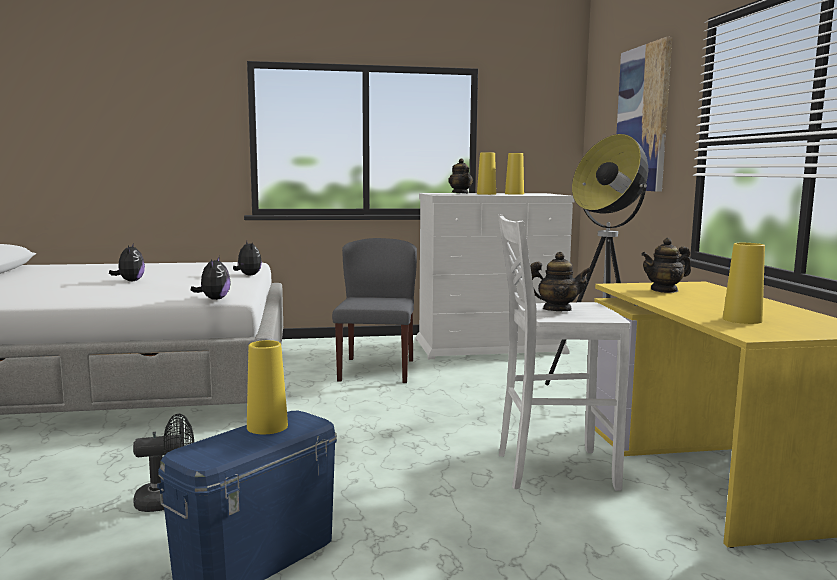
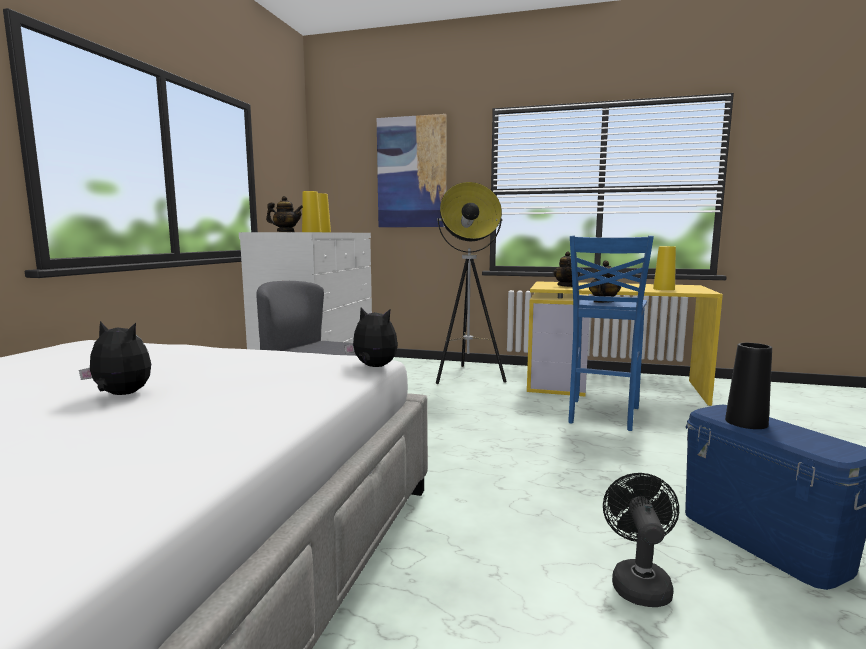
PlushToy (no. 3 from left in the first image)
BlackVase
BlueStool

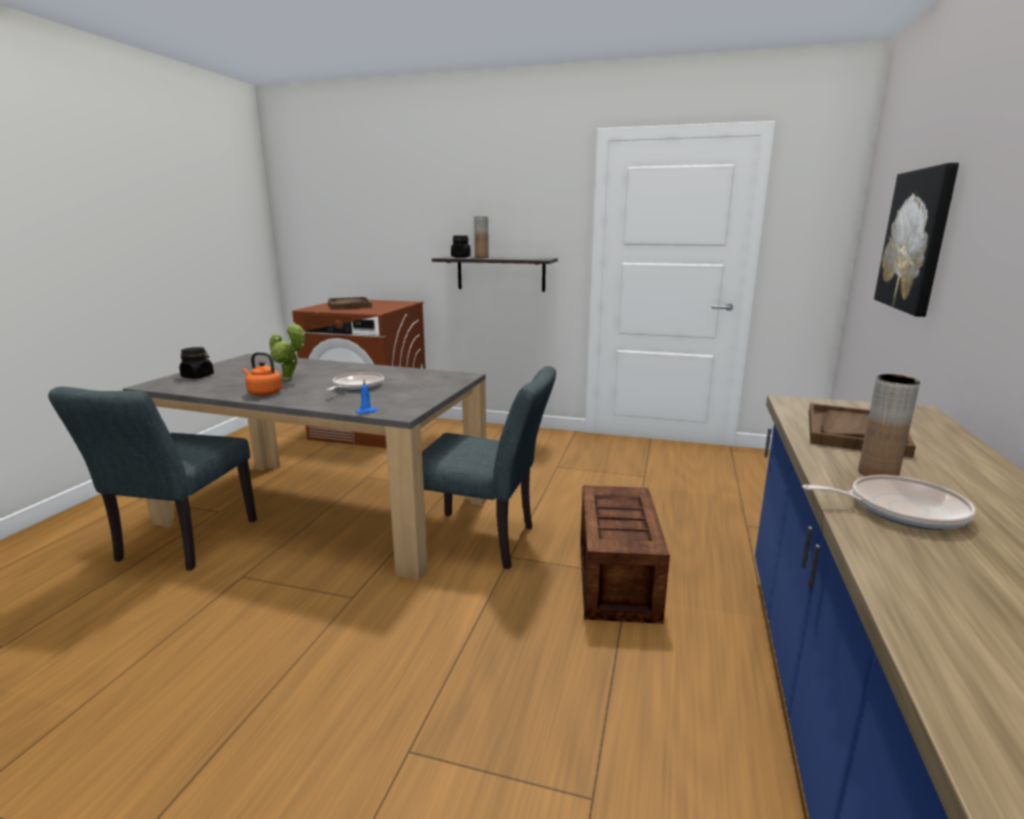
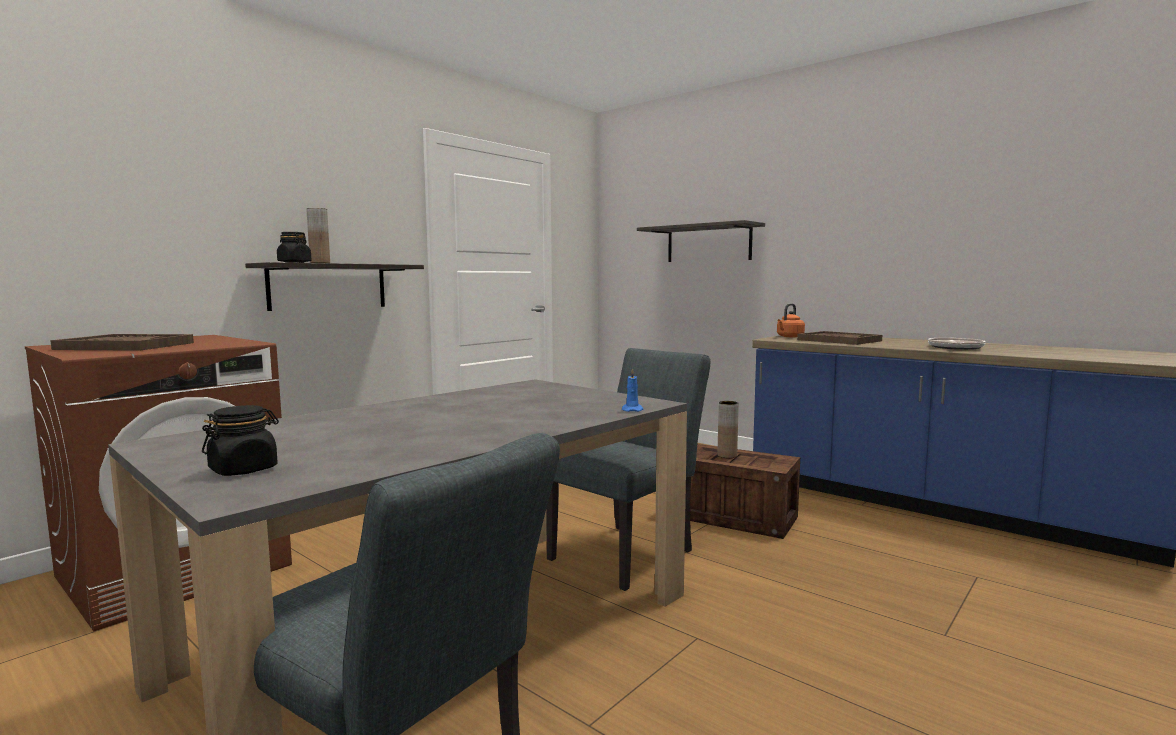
PottedPlant
FryingPan (no. 1 from left in the first image)
OrangeKettle
BrownVase (no. 2 from left)
Shelf (no. 2 from left)

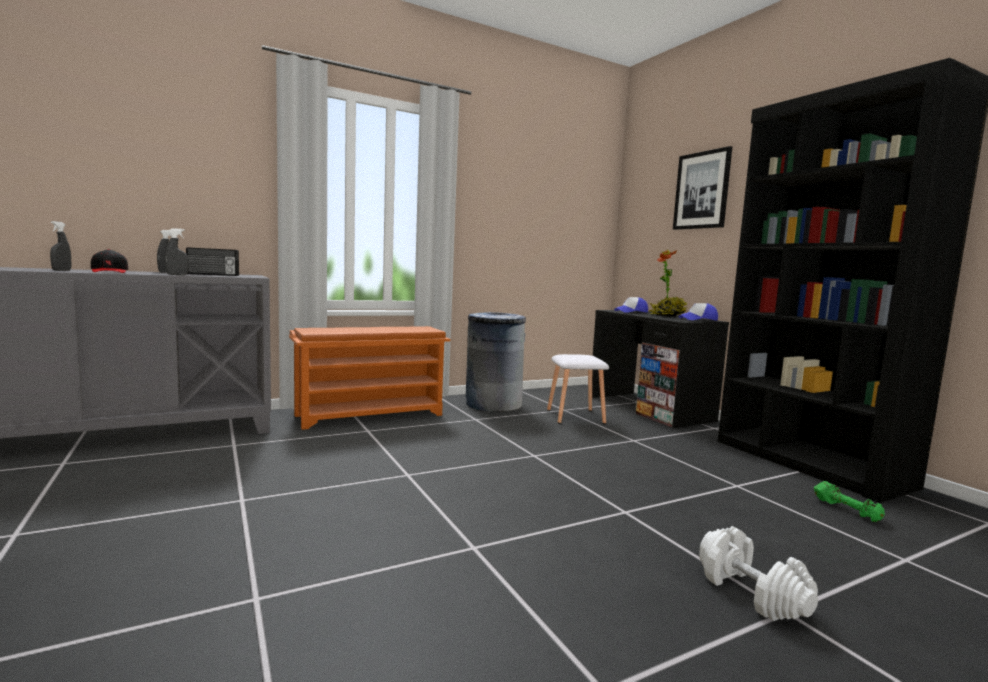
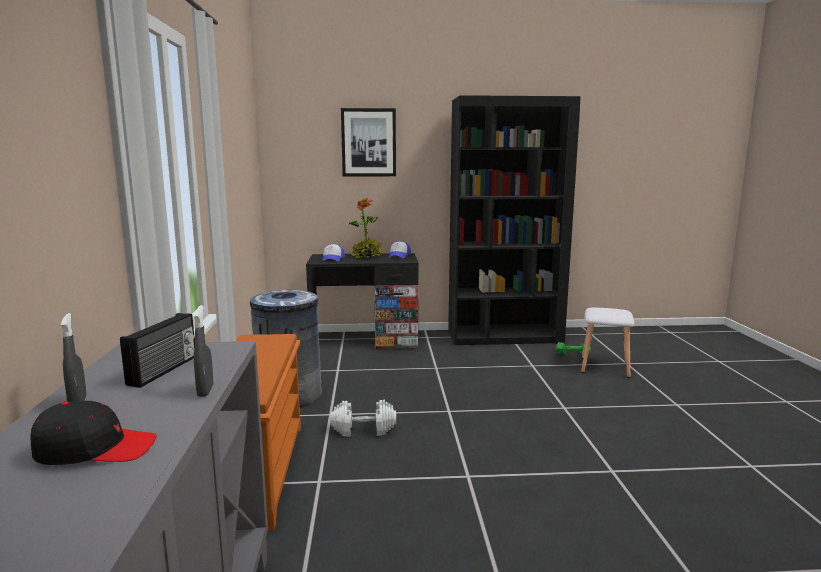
GreySprayBottle (no. 1 from left in the first image)
WhiteStool
WhiteDumbbell

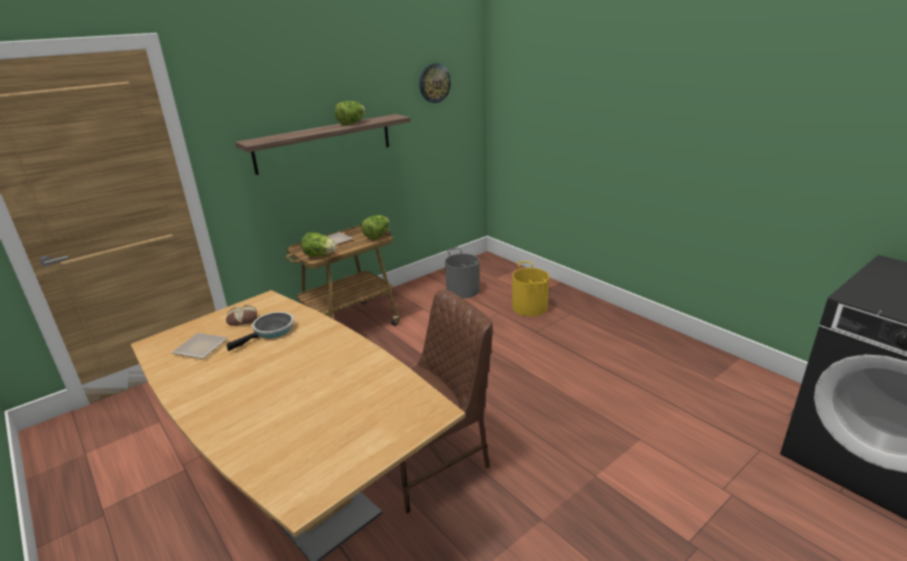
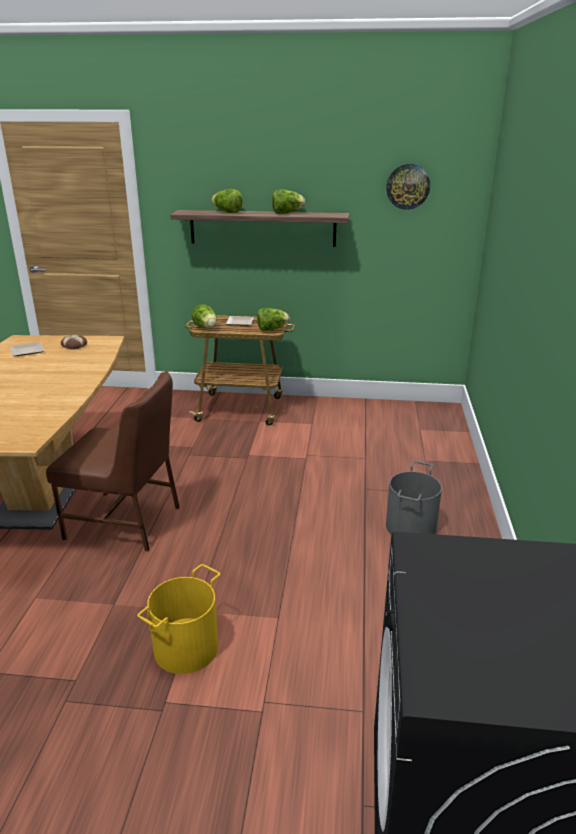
FryingPan
Lettuce (no. 2 from left)
GreyBucket
YellowBucket

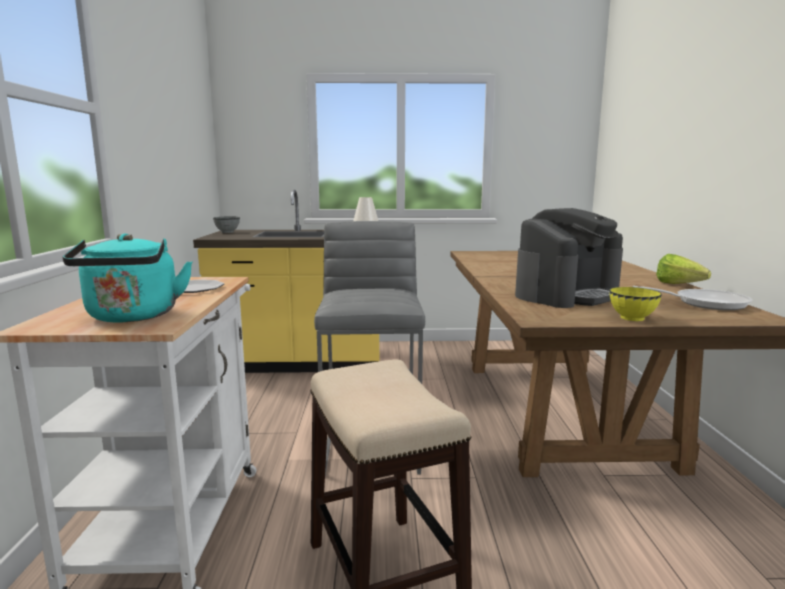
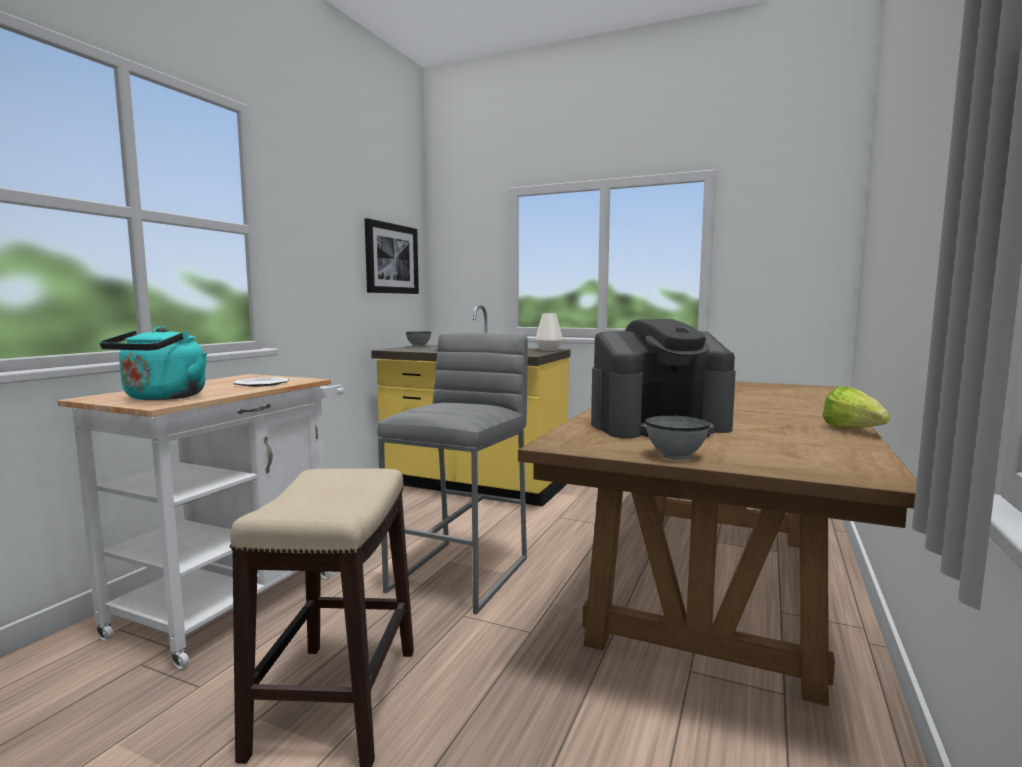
FryingPan
Picture
GreyBowl (no. 2 from left)

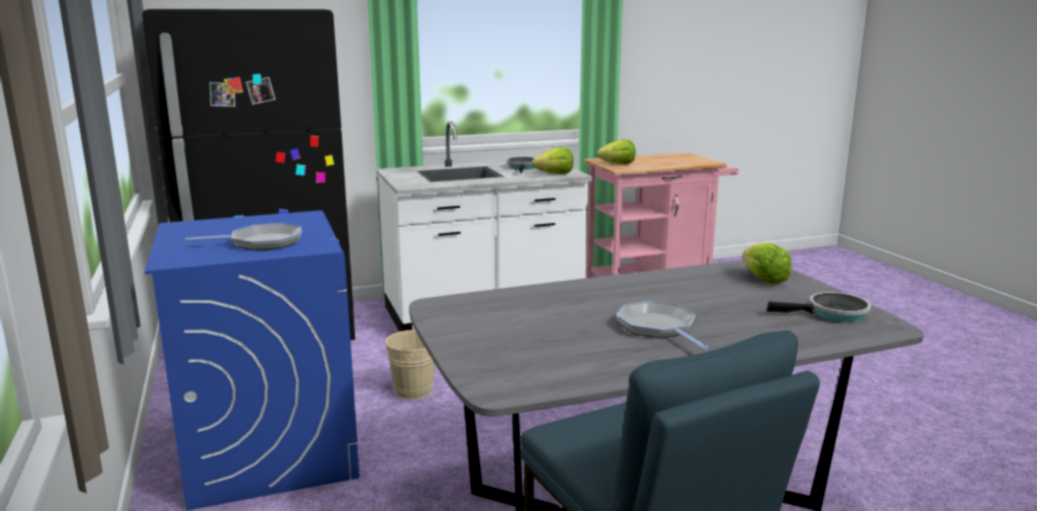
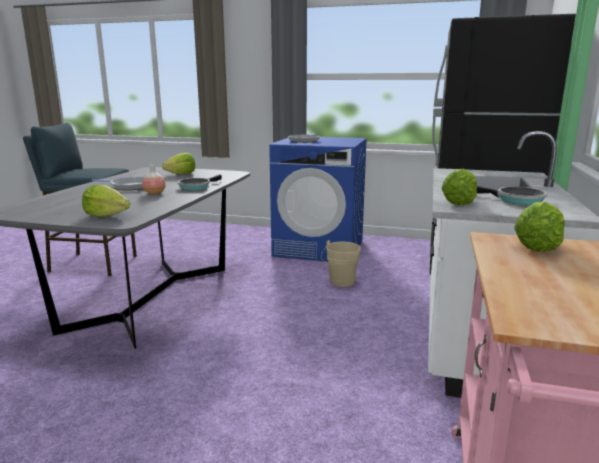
Vase
Lettuce (no. 2 from left)
FryingPan (no. 2 from left)

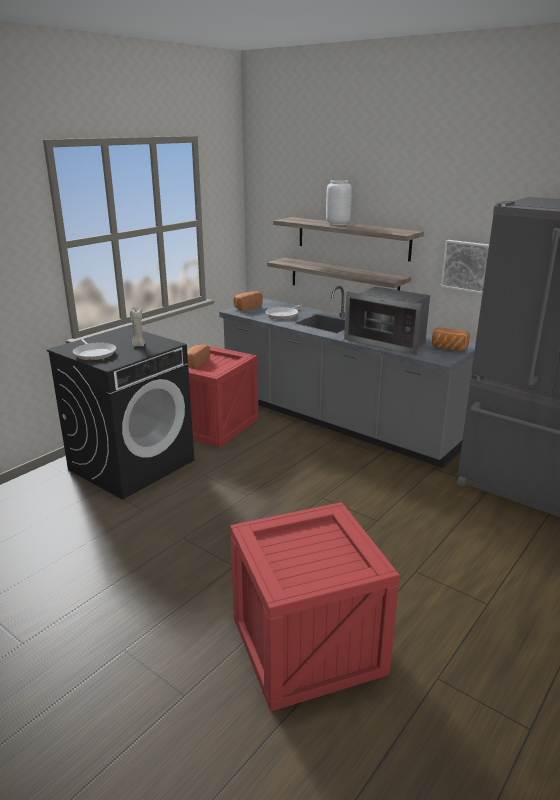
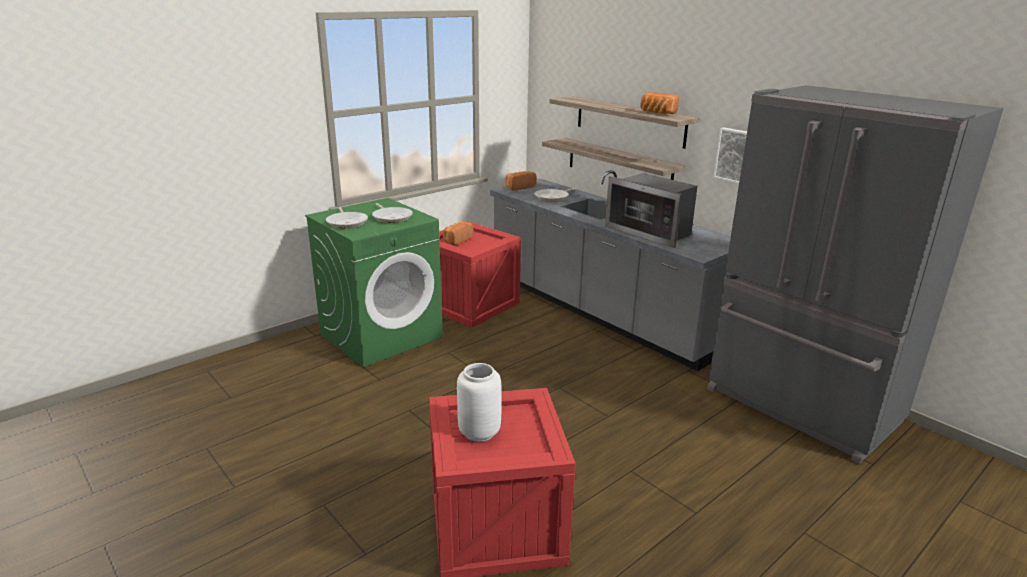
WhiteVase
Bread (no. 3 from left)
FryingPan (no. 2 from left)
GreenWashingMachine

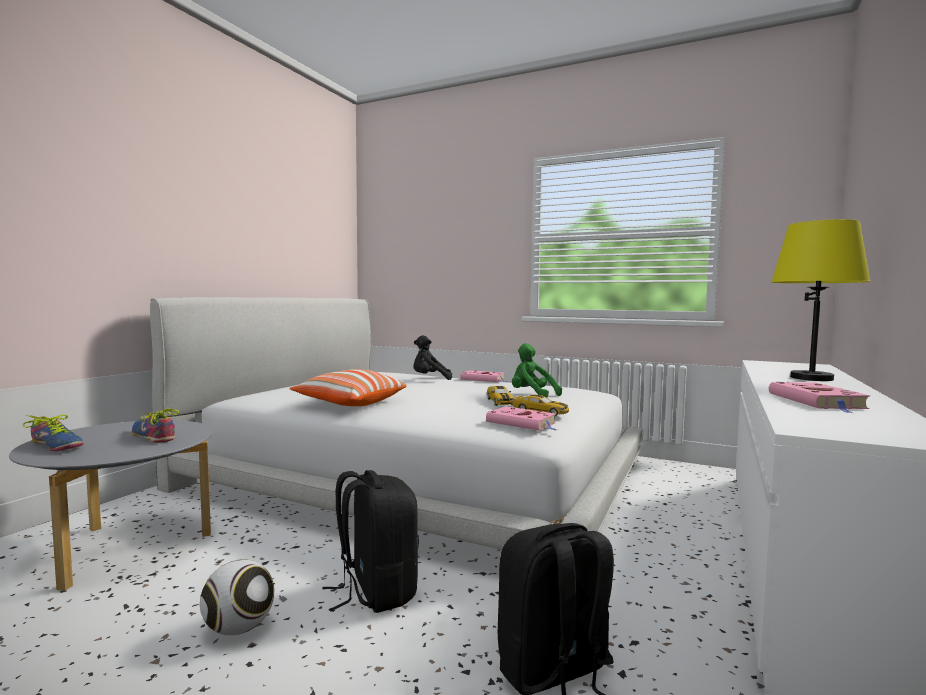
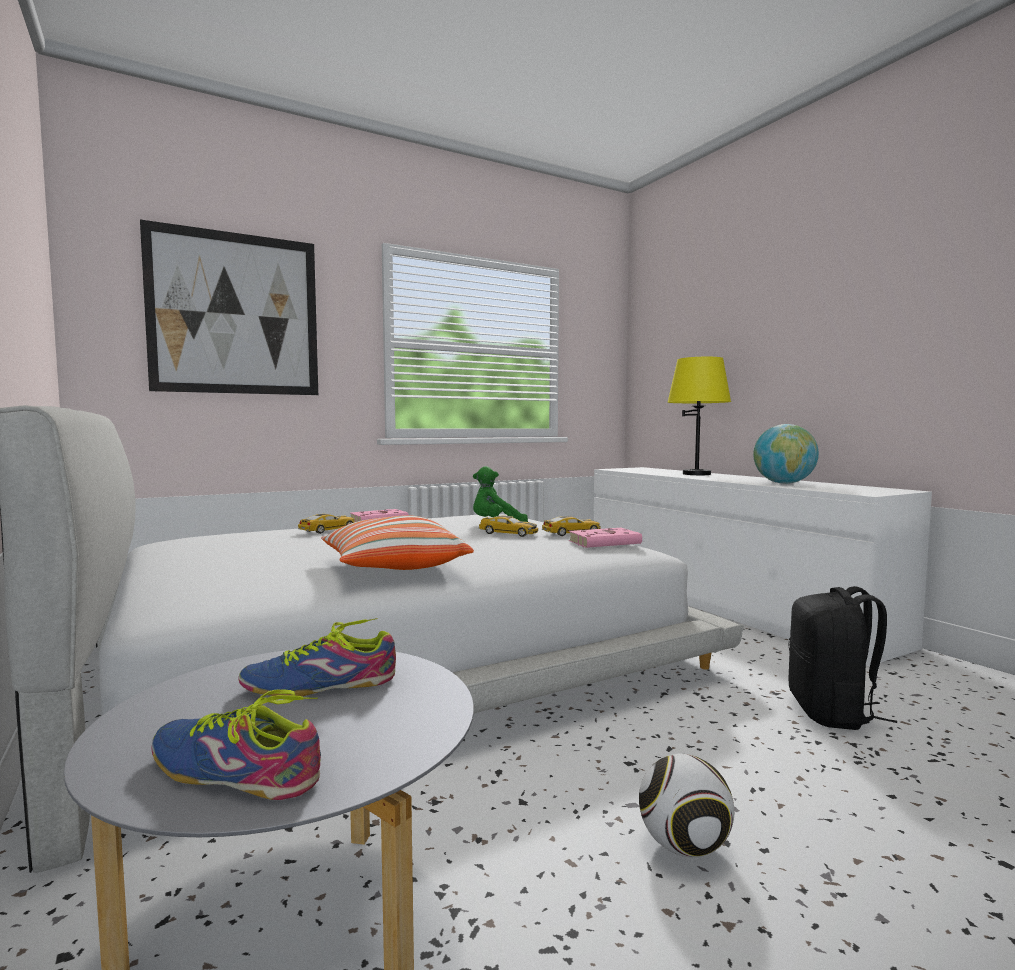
BlackBackpack (no. 1 from left in the first image)
Picture
ToyCar (no. 1 from left)
Globe
Shoe (no. 1 from left)

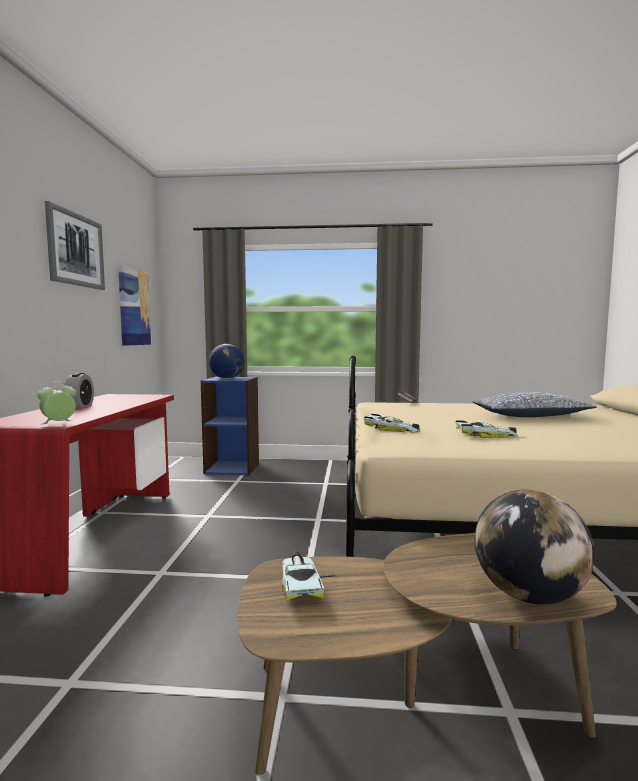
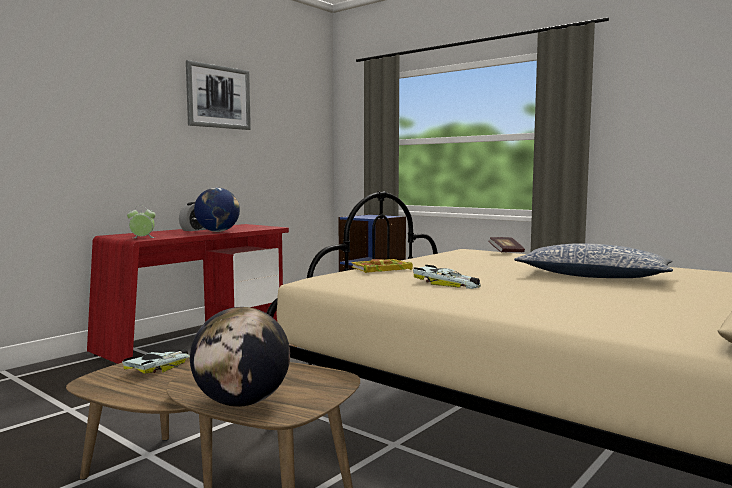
Picture (no. 2 from left in the first image)
Globe (no. 1 from left)
Book (no. 1 from left)

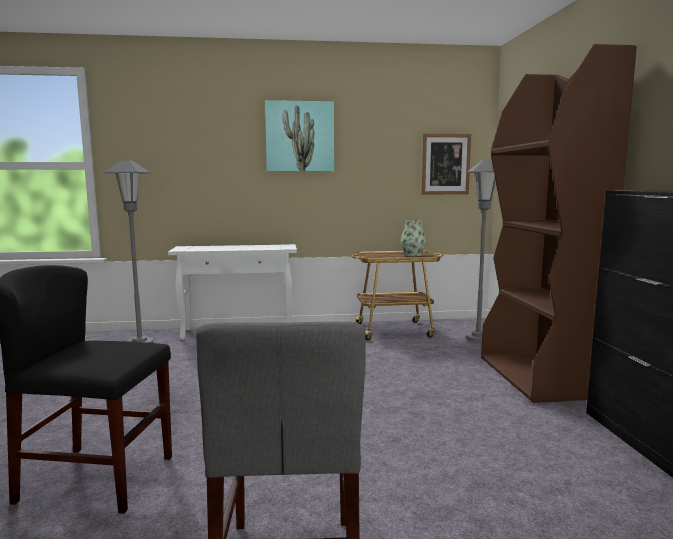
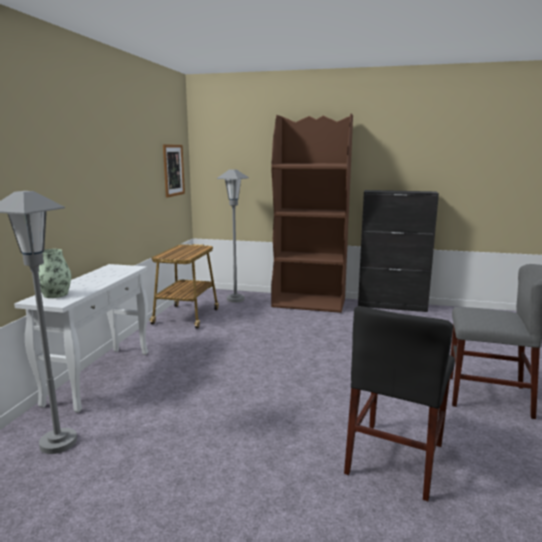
Picture (no. 1 from left in the first image)
Vase

